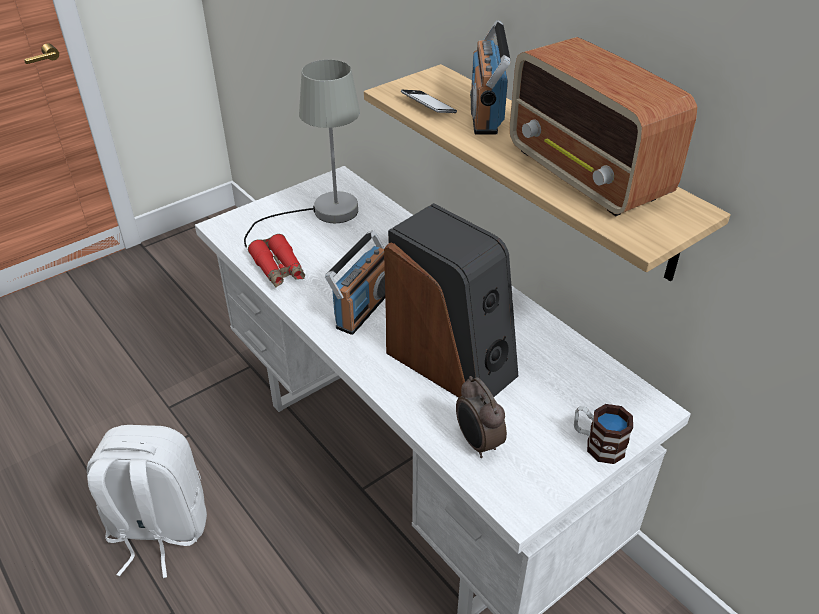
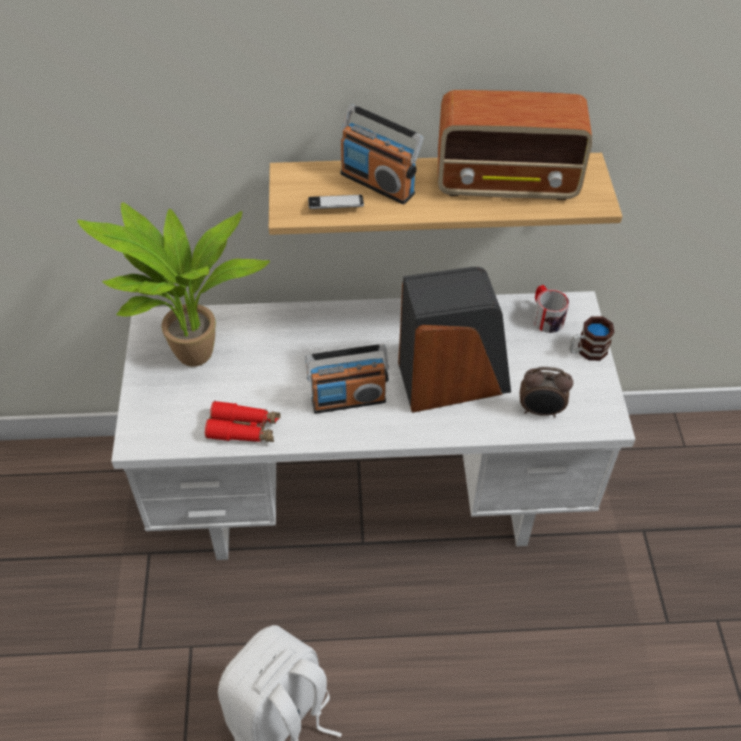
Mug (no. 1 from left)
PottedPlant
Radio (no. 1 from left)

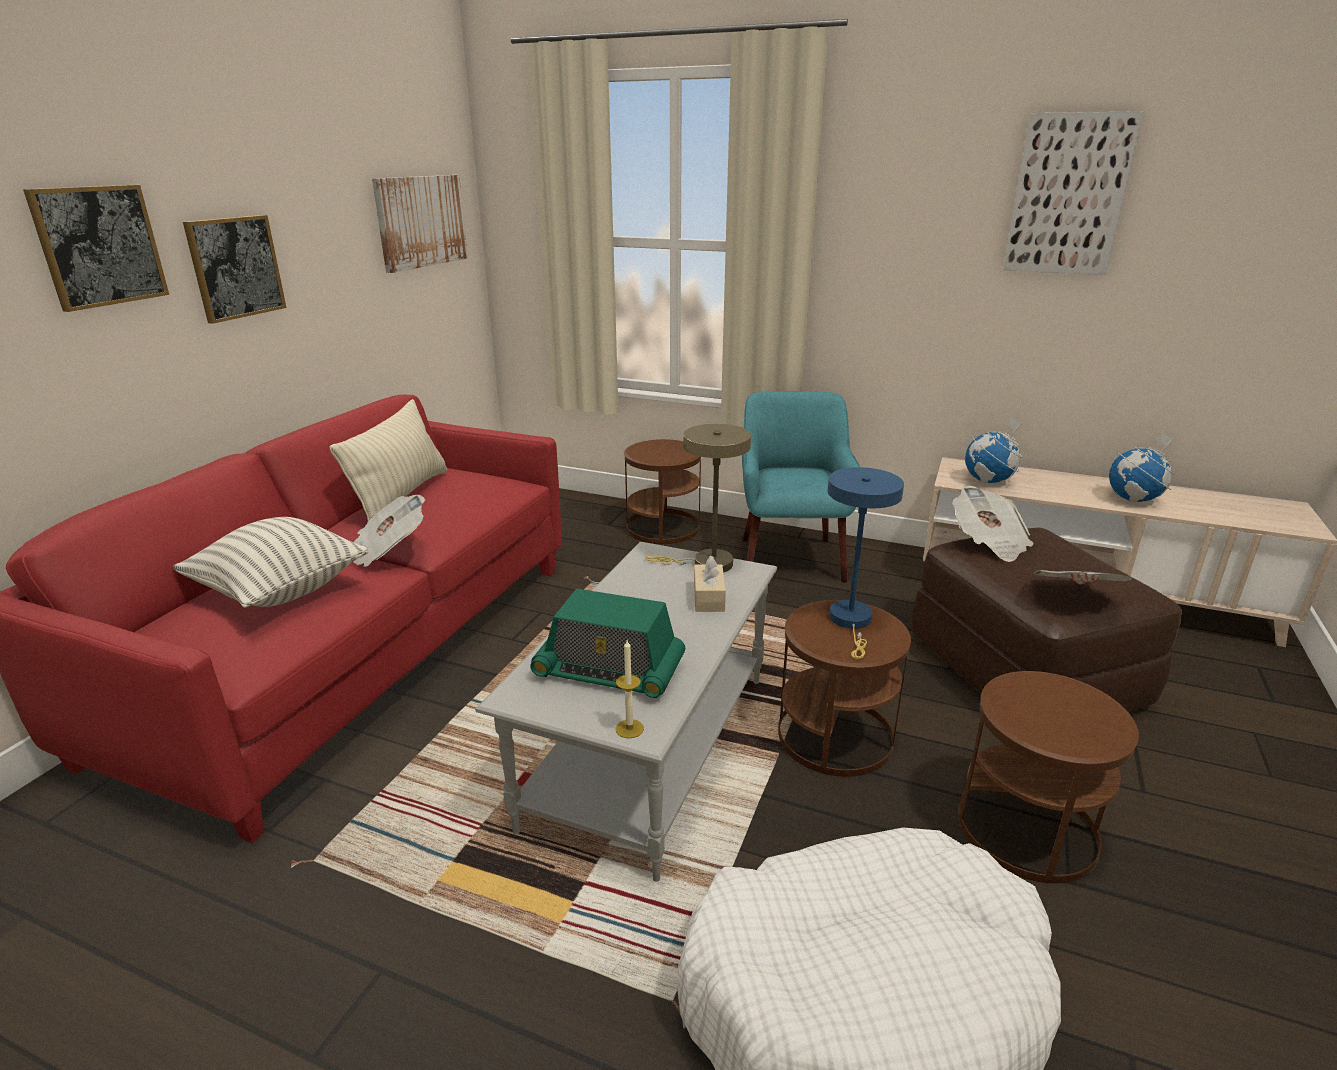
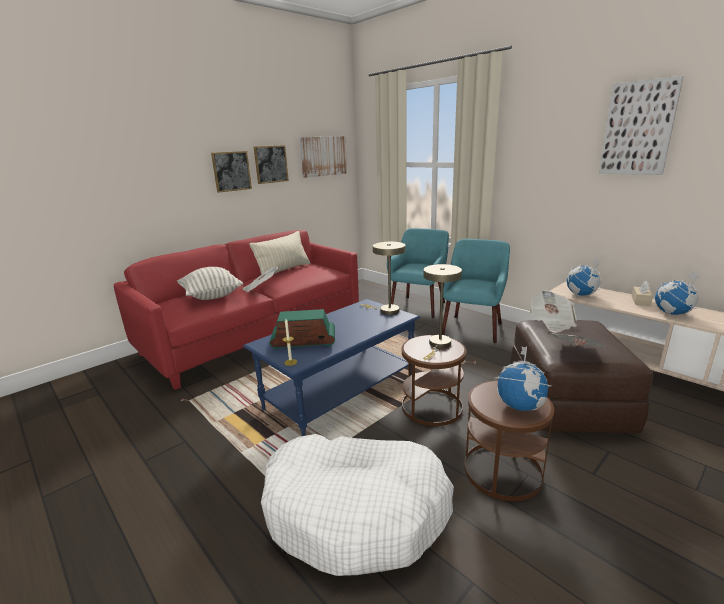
Globe (no. 1 from left)
Picture (no. 2 from left)
BeigeTissueBox
TurquoiseArmchair (no. 1 from left)
BlueCoffeeTable
BeigeTableLamp (no. 2 from left)
Radio

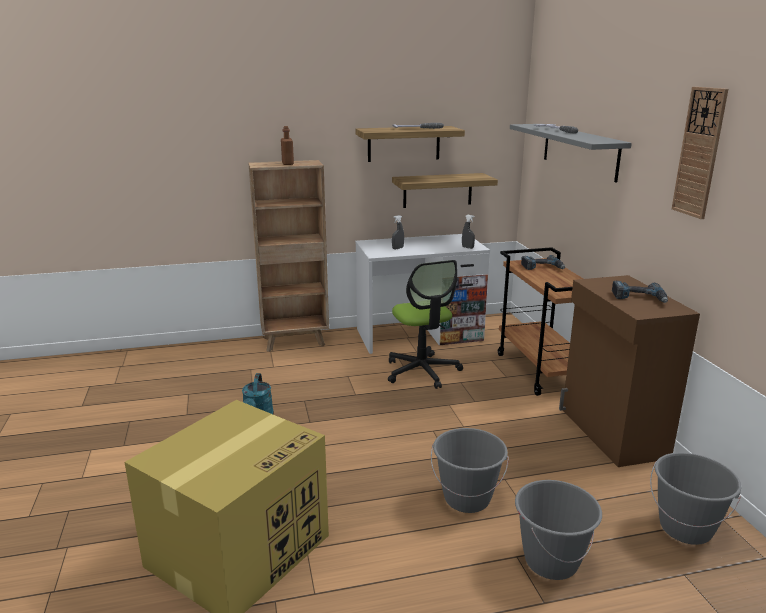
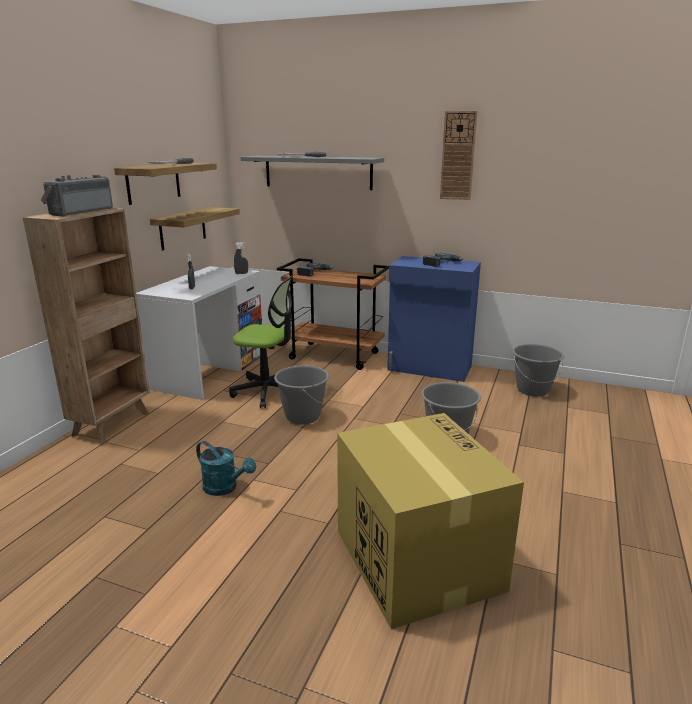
GreyBucket (no. 1 from left)
Radio
BlueCabinet

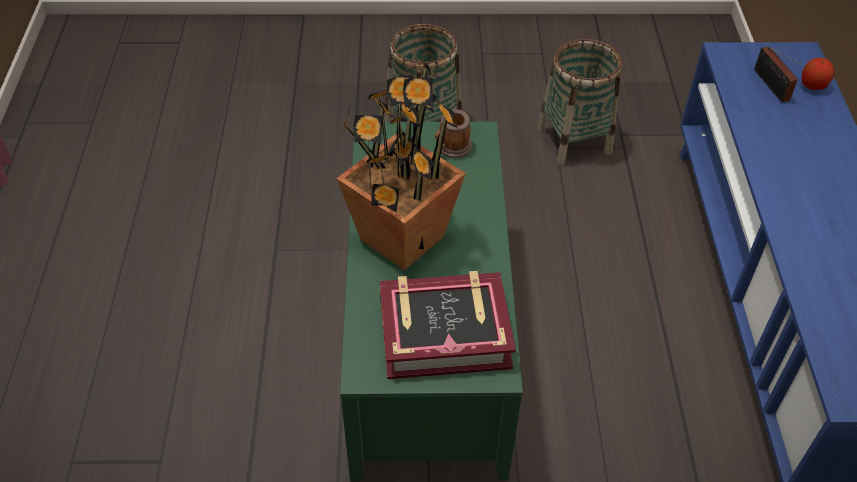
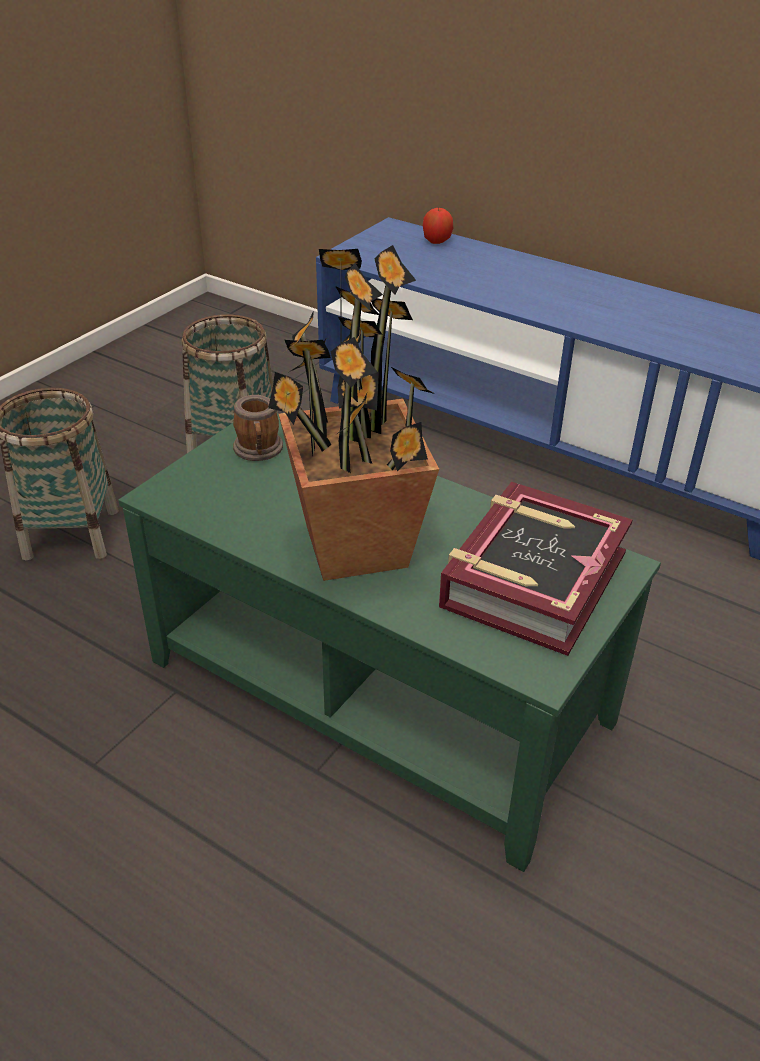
Radio

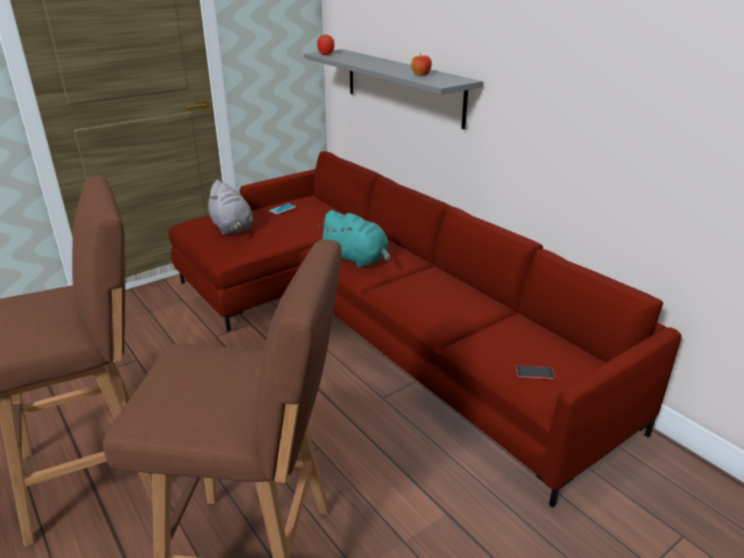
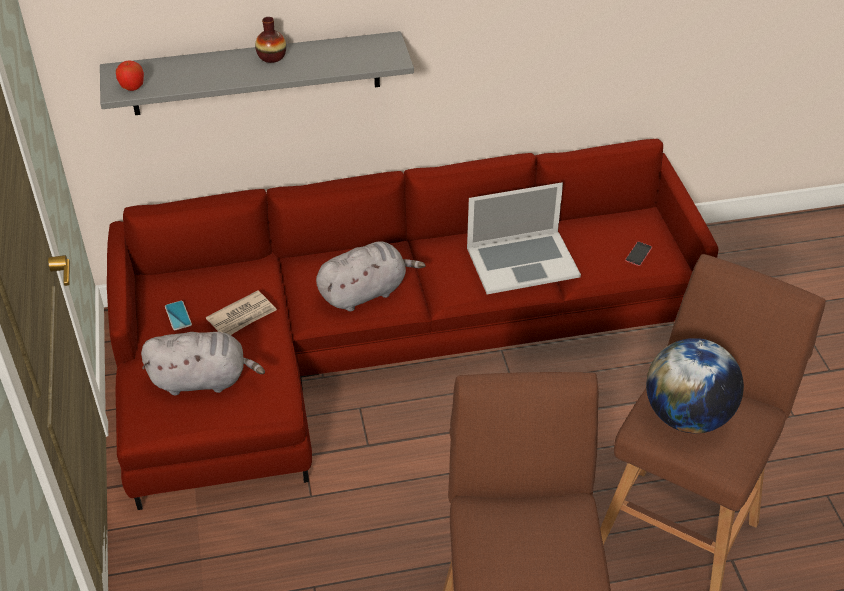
Apple (no. 2 from left in the first image)
Newspaper
Vase
Laptop
Globe
GreyPlushToy (no. 2 from left)

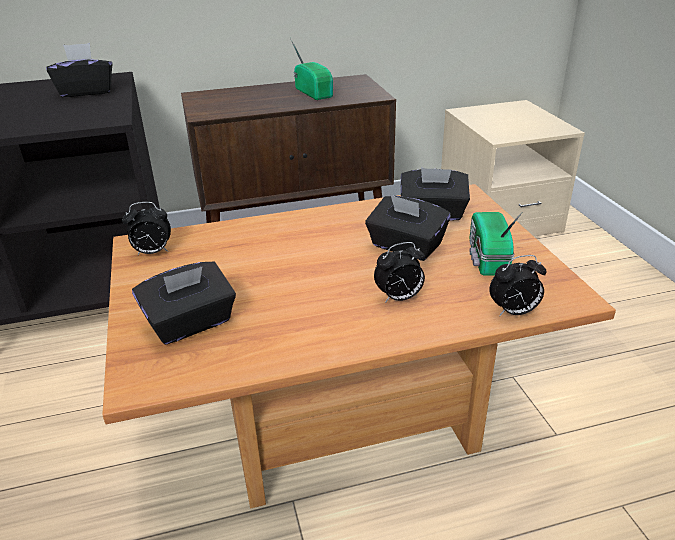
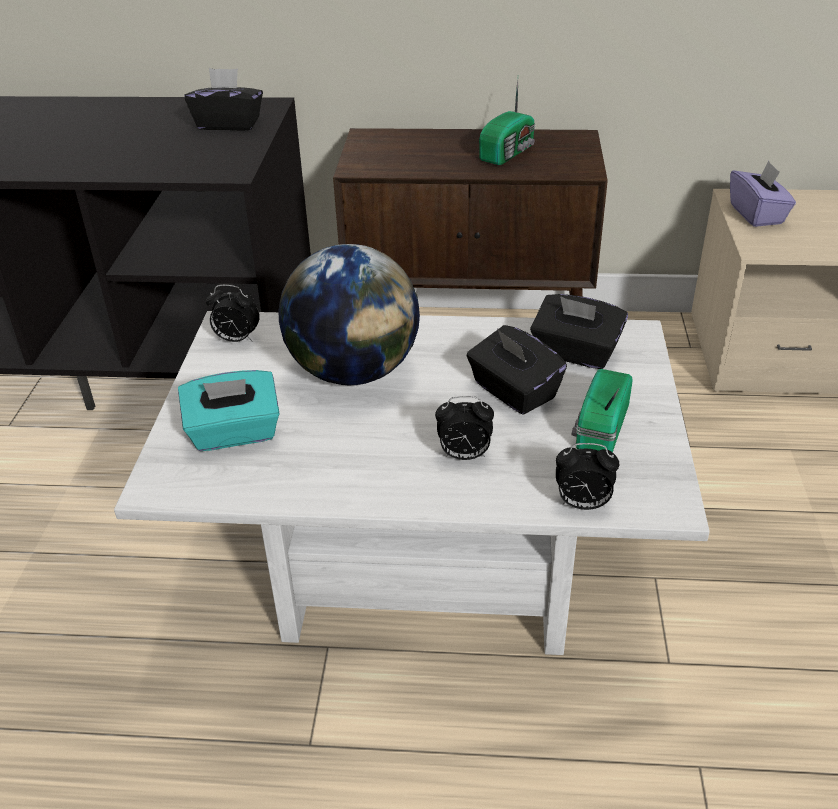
Globe
PurpleTissueBox
WhiteCoffeeTable
TurquoiseTissueBox
Radio (no. 1 from left)

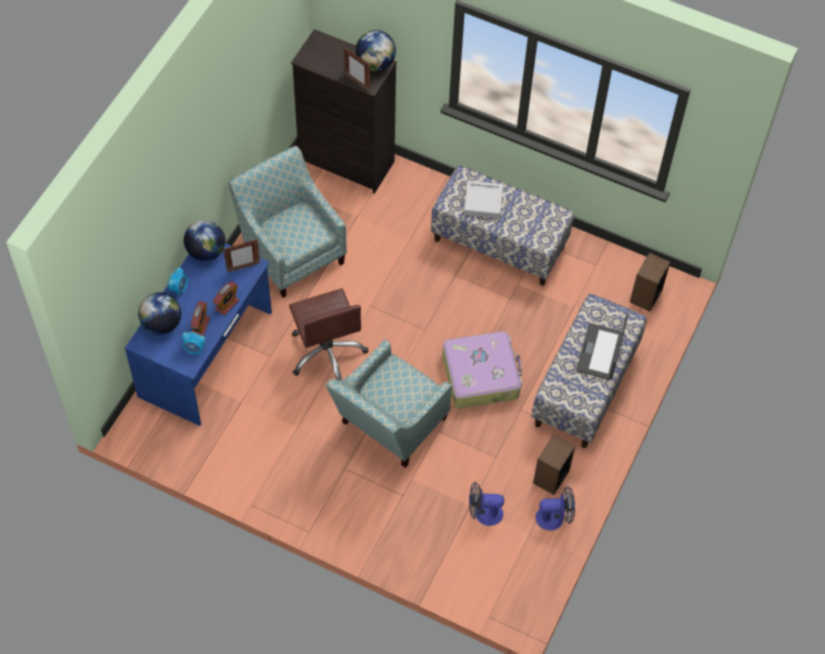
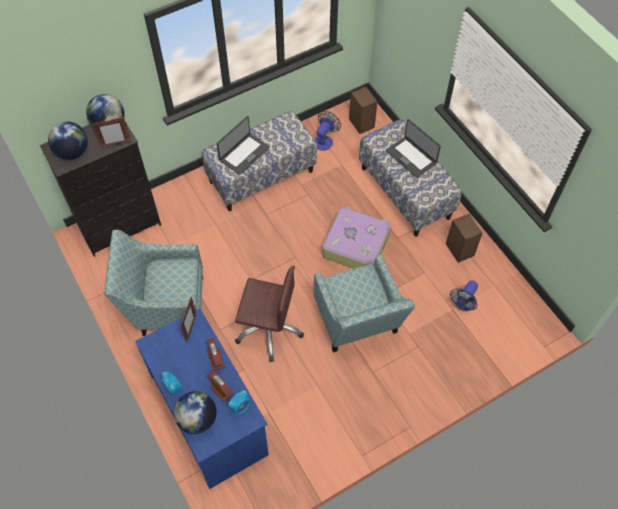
Globe (no. 1 from left)
Fan (no. 1 from left)
Laptop (no. 1 from left)

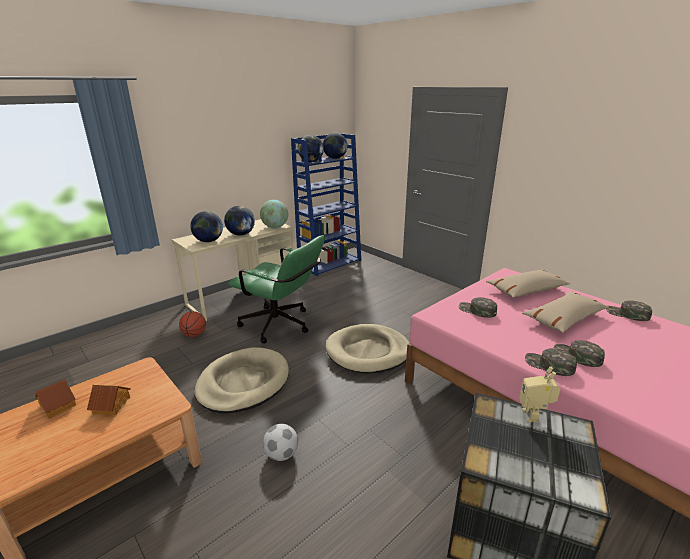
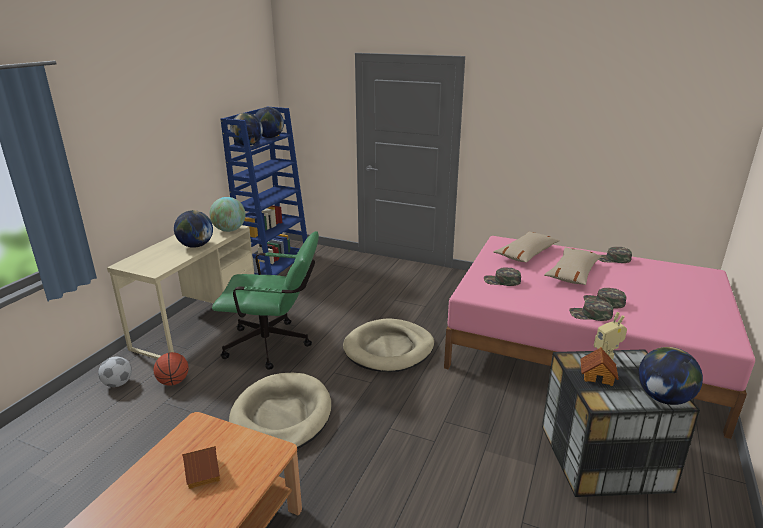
ToyHouse (no. 2 from left)
Globe (no. 5 from left)
Football

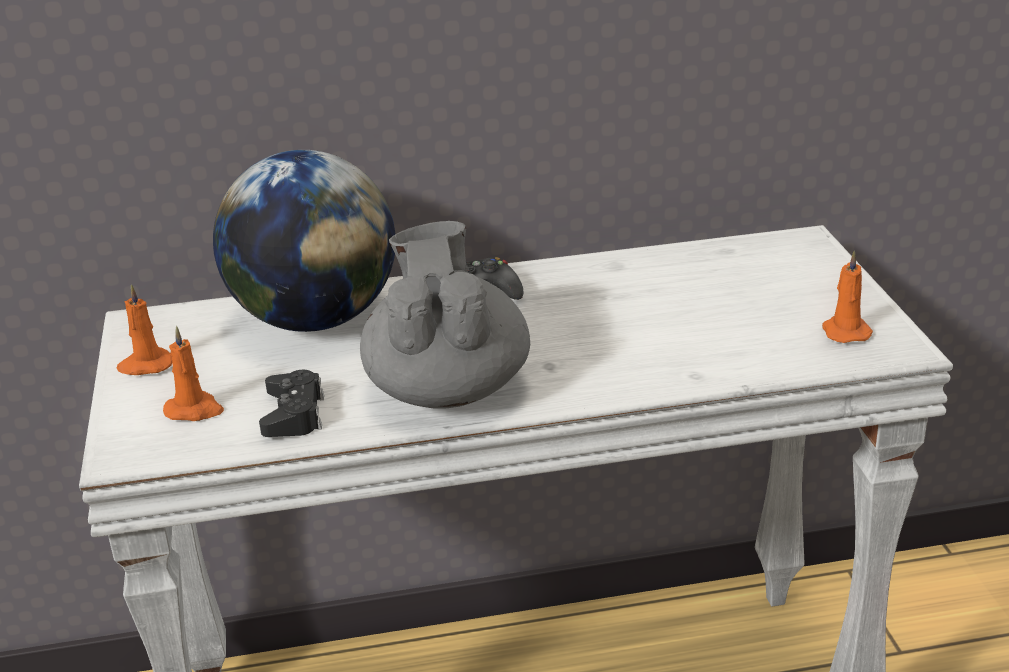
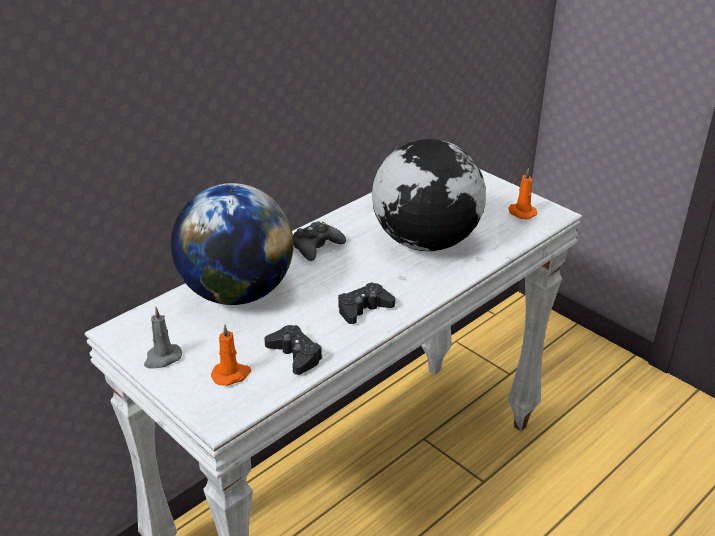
Globe (no. 2 from left)
BlackGameController (no. 3 from left)
GreyCandle

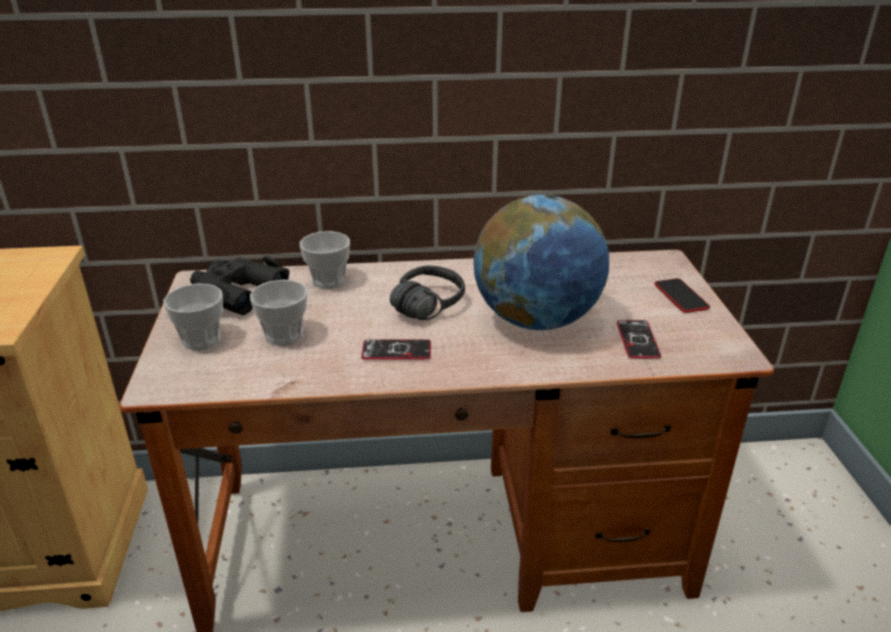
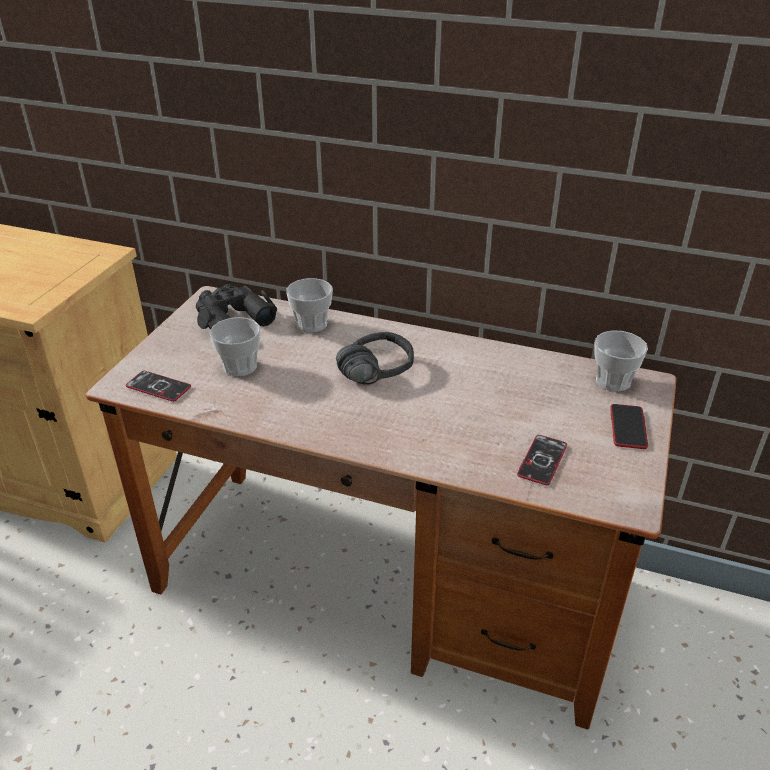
Globe
Cup (no. 3 from left)
Phone (no. 1 from left)

